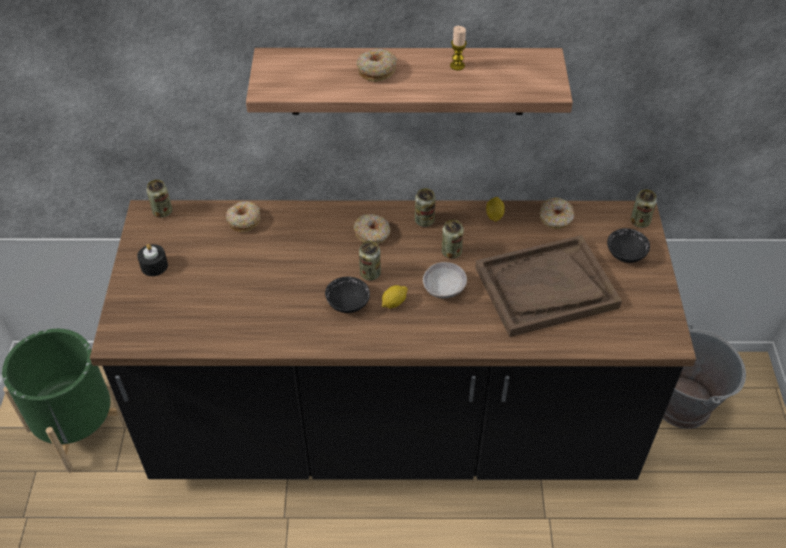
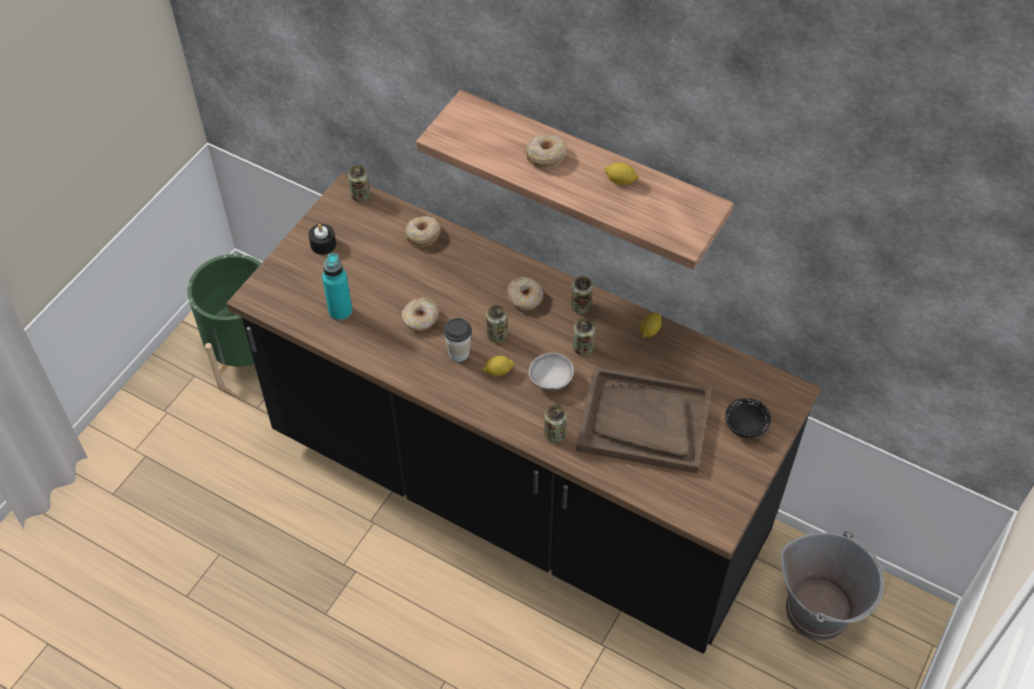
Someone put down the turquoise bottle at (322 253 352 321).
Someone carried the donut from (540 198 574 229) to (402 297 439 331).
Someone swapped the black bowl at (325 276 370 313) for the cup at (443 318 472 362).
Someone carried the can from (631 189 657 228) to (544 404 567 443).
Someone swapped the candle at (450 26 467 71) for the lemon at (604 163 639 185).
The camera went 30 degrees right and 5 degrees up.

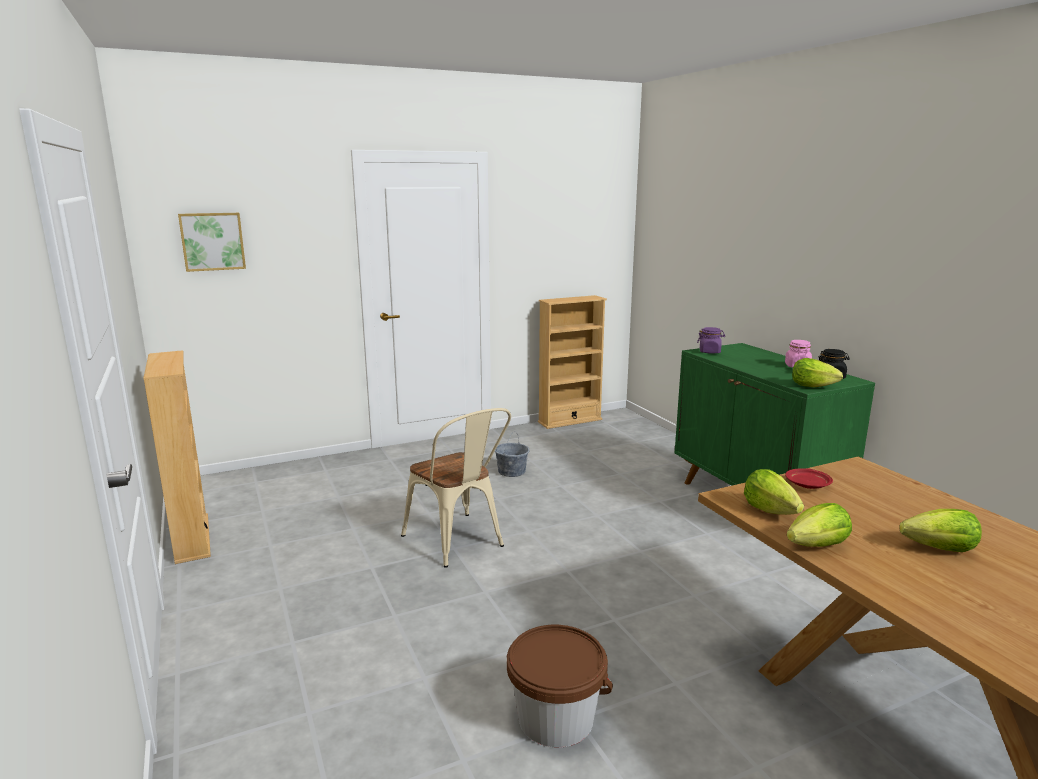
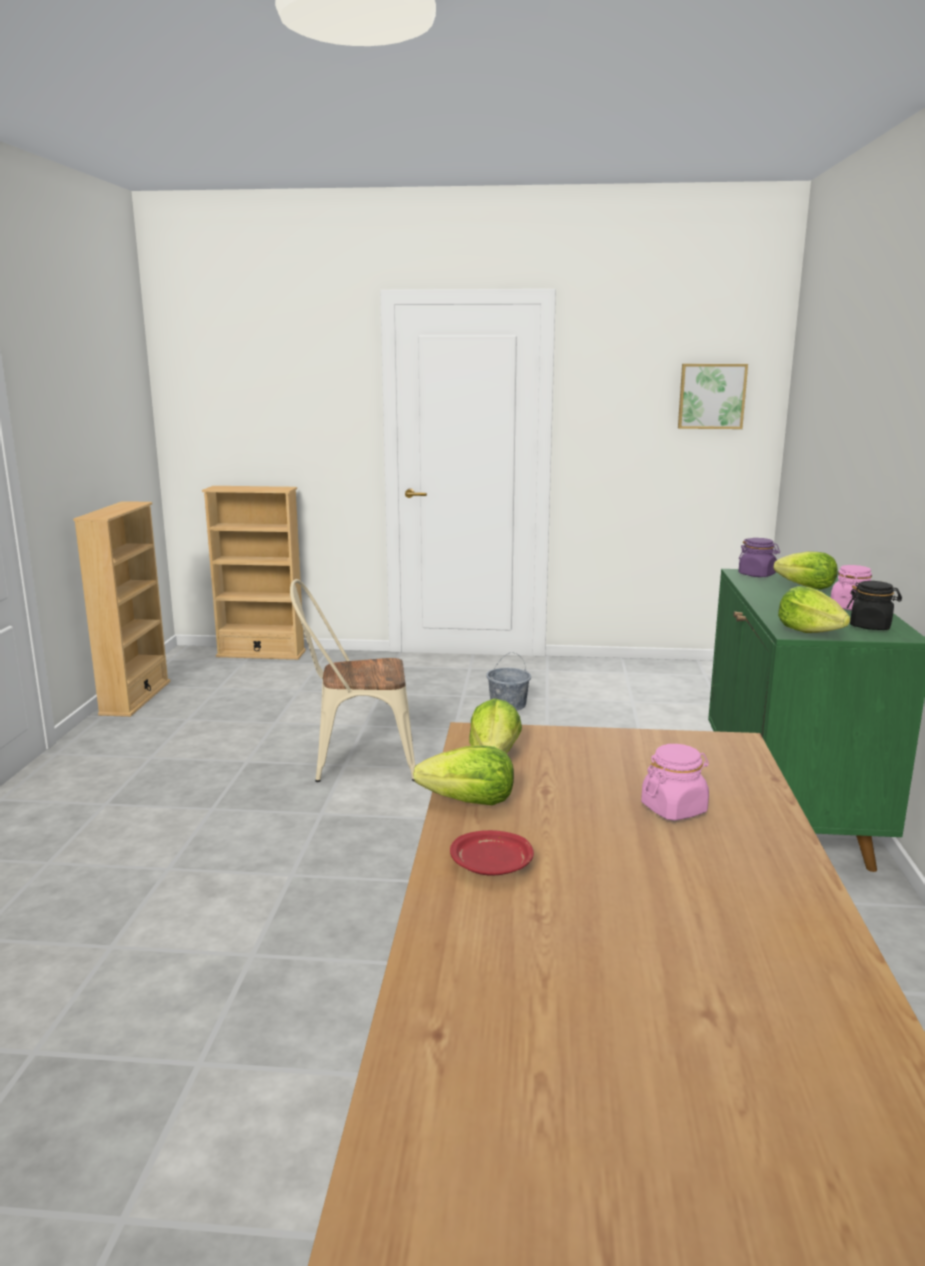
Someone carried the beige bookcase from (538 295 607 429) to (202 486 306 660).
Someone rotated the beige chair at (401 408 511 568) by 90 degrees clockwise.
Someone carried the red plate from (785 468 833 489) to (450 830 534 875).
Someone put down the pink jar at (641 744 709 821).
Someone carried the picture from (178 213 246 272) to (678 364 748 429).
Someone carried the lettuce from (899 509 982 552) to (774 551 838 589).
Someone took away the brown bucket at (507 625 613 748).
The camera went 30 degrees right and 0 degrees up.

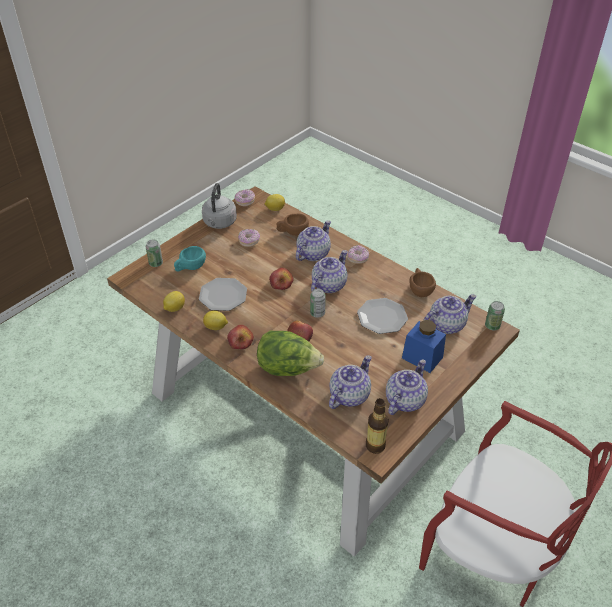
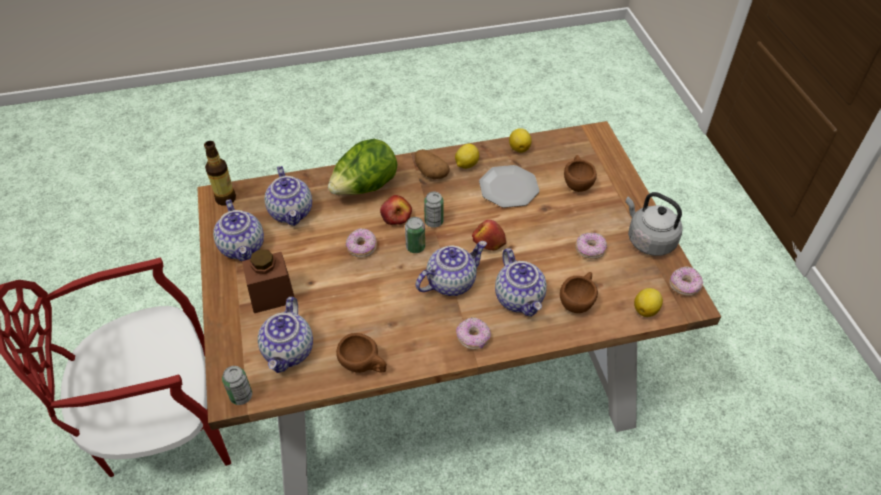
Someone repainted the blue jar at (402 320 446 373), which became the brown jar at (242 249 294 313).
Someone put down the donut at (346 228 377 257).
Someone swapped the apple at (227 325 254 350) for the potato at (415 149 450 179).
Someone rotated the teapot at (311 250 348 293) by 105 degrees counterclockwise.
Someone carried the can from (146 239 163 267) to (424 192 444 228).
Someone repainted the turquoise cup at (174 246 206 272), which became the brown cup at (564 155 597 192).
Someone took away the plate at (357 298 408 334).
The camera went 125 degrees right and 5 degrees up.

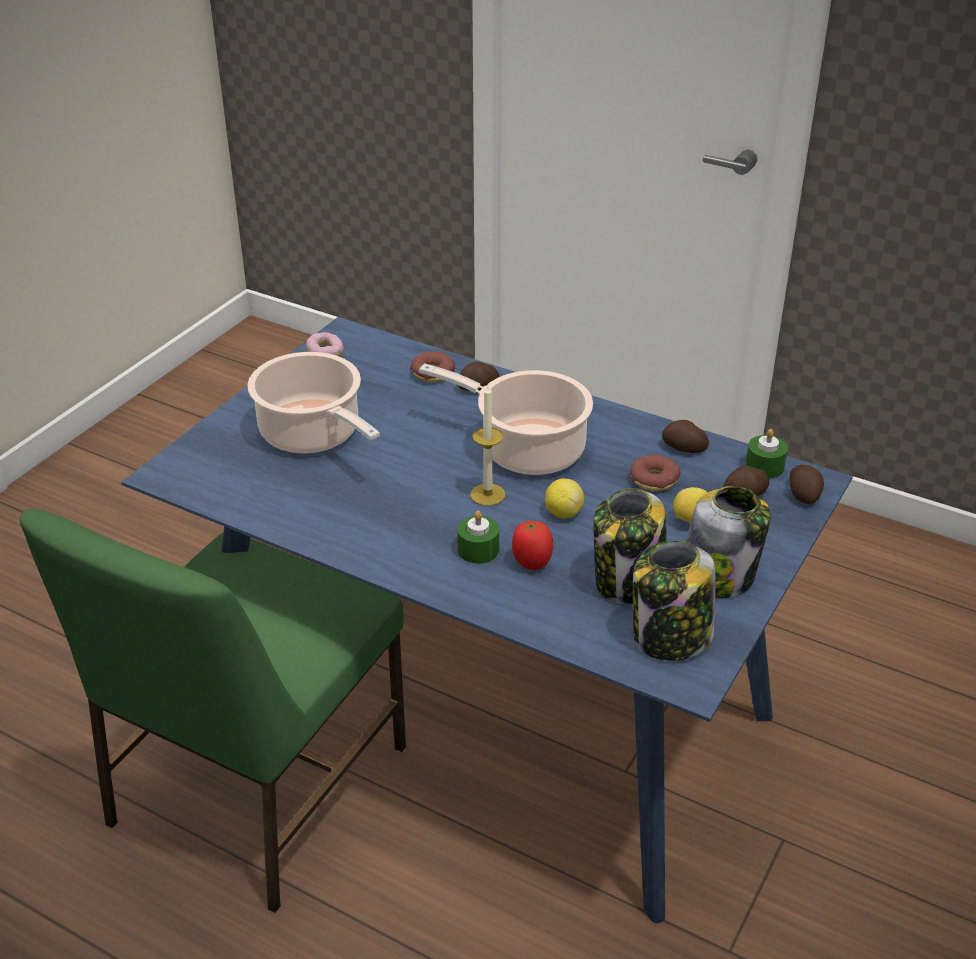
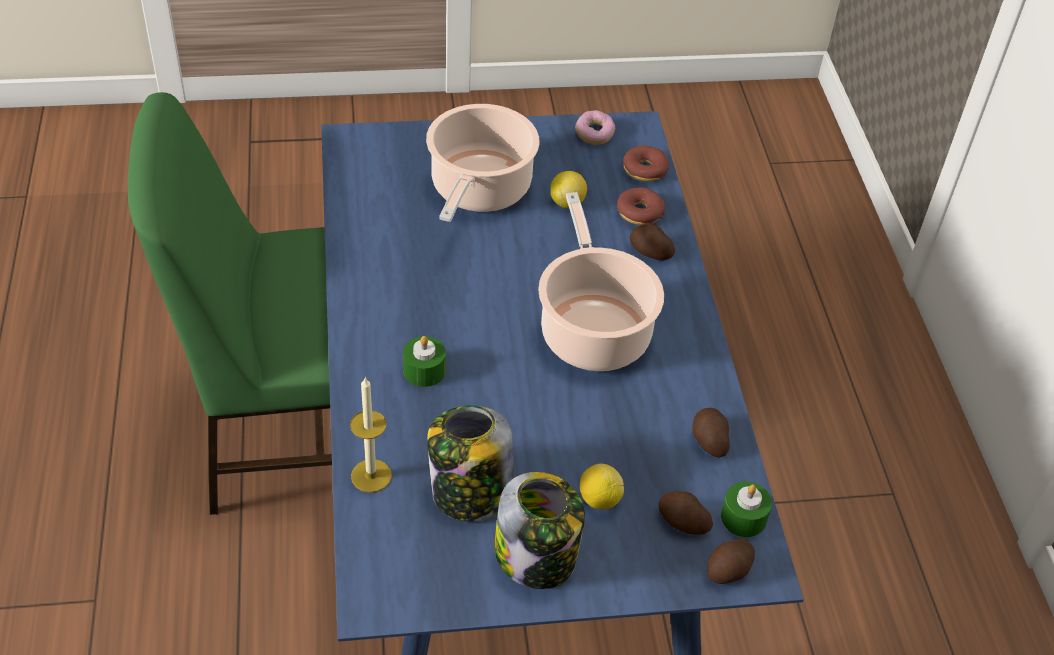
Someone carried the candle from (470 385 505 506) to (350 377 392 493).
Someone carried the lemon from (545 478 584 519) to (550 171 587 208).
Someone carried the donut from (630 454 681 491) to (623 145 669 182).
Someone took away the tomato at (512 521 553 570).
Someone took away the jar at (633 541 716 661).
The camera went 50 degrees right and 10 degrees up.

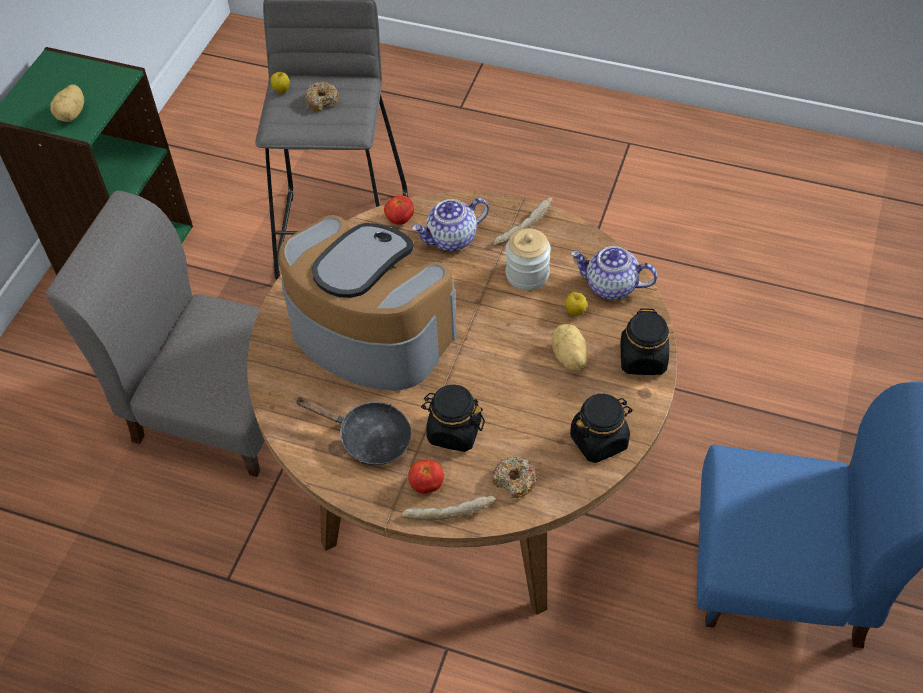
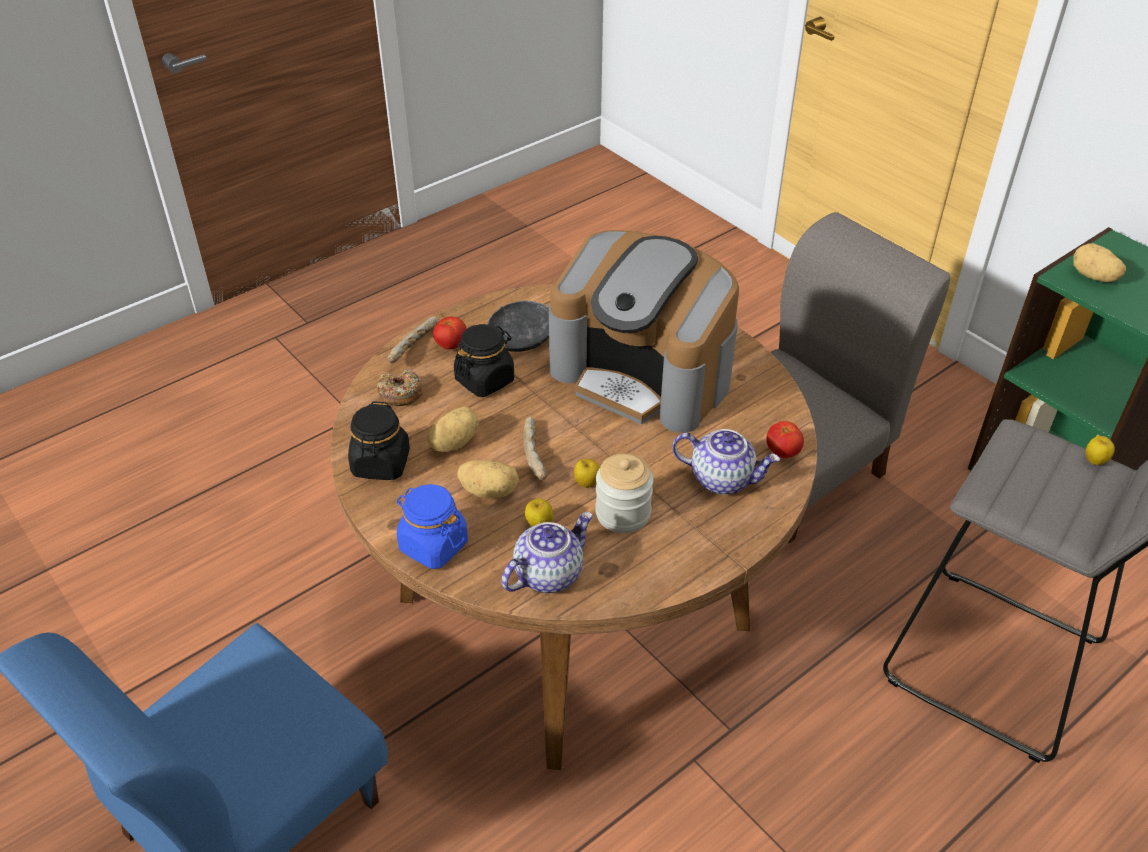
Someone repainted the black jar at (620 308 669 375), which became the blue jar at (397 484 468 569).
Someone put down the potato at (427 406 479 452).
Someone carried the bread from (493 197 553 246) to (523 416 547 480).
Someone rotated the coffee machine at (278 215 457 391) by 60 degrees clockwise.
Someone put down the apple at (574 459 600 488).
Someone rotated the teapot at (412 198 489 251) by 105 degrees clockwise.
Someone took away the donut at (305 81 339 111).
The camera went 120 degrees right and 10 degrees down.

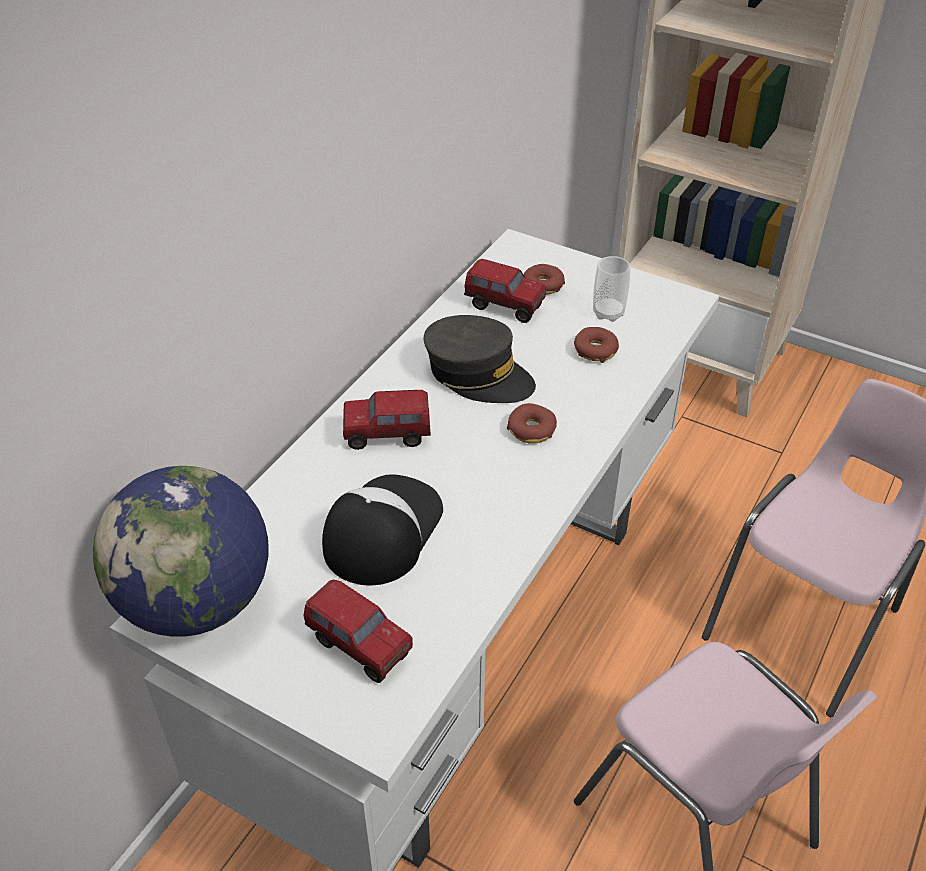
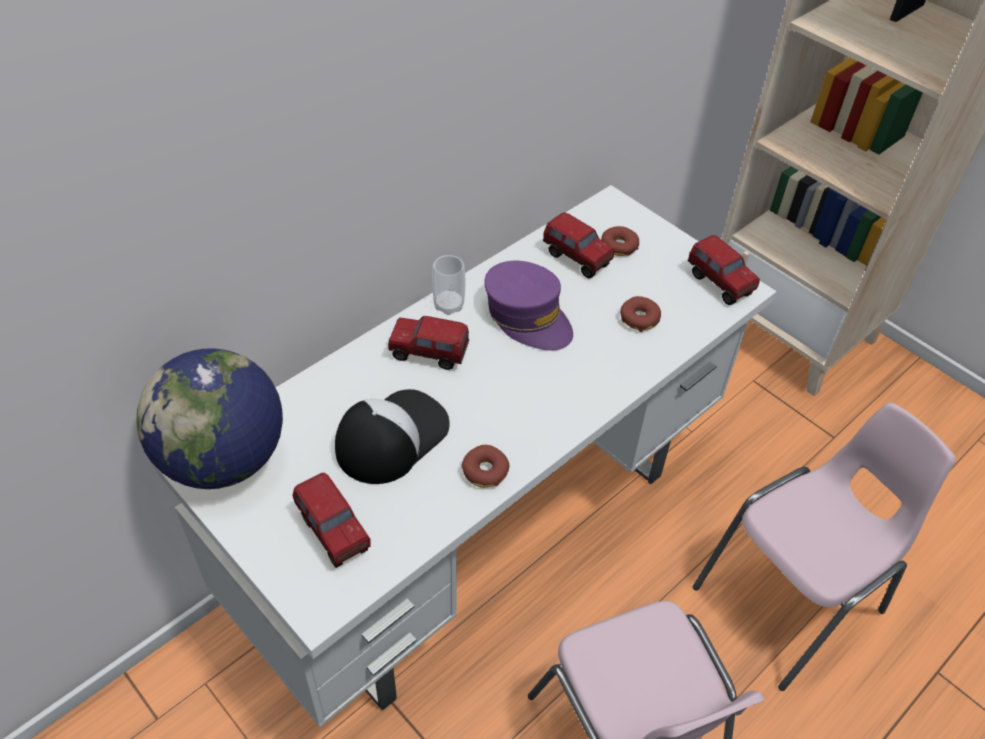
Someone carried the cup from (593 256 631 322) to (432 255 465 315).
Someone carried the donut from (507 403 557 444) to (462 445 509 488).
Someone repainted the grey cap at (423 315 536 403), which became the purple cap at (484 261 573 351).
Someone put down the toy truck at (688 235 760 305).
The camera went 15 degrees right and 5 degrees up.

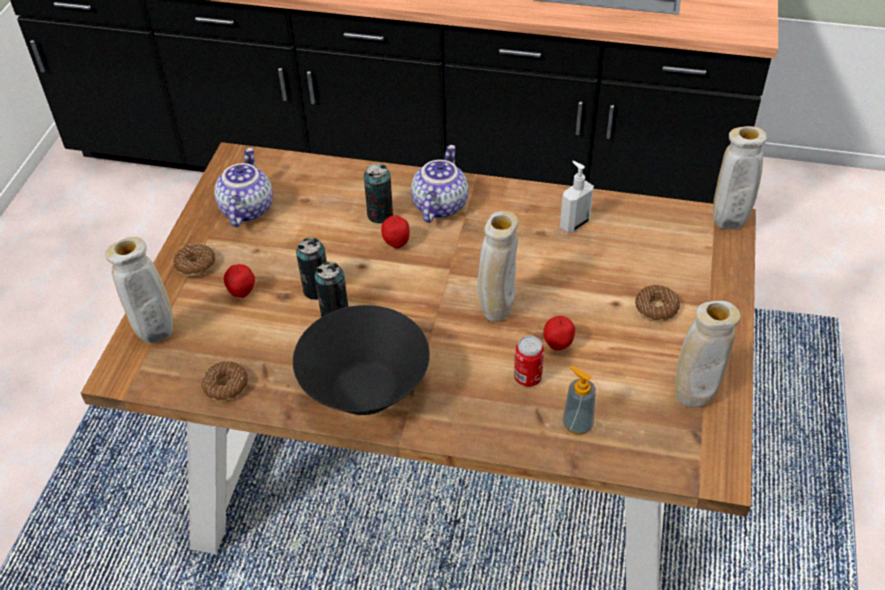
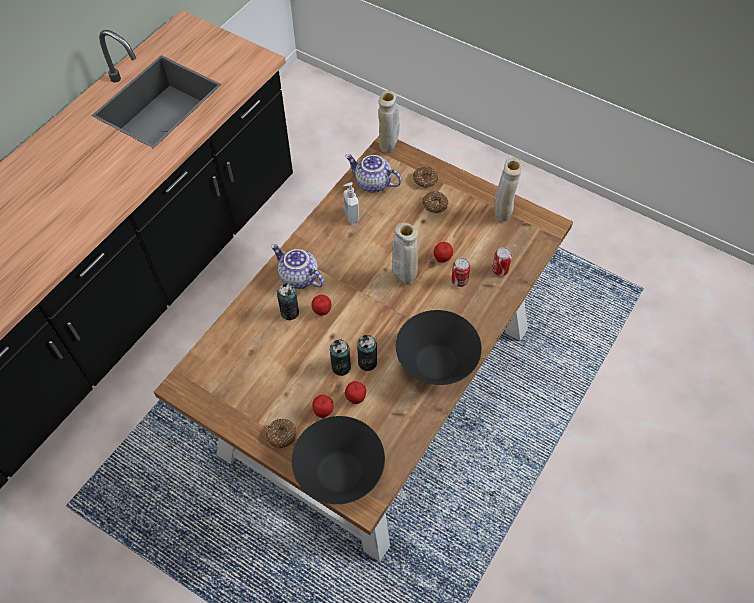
Someone swapped the beige vase at (105 237 173 343) for the black bowl at (292 416 385 504).
Someone carried the teapot from (214 148 273 227) to (345 154 402 193).
Someone put down the apple at (345 381 366 404).
Someone carried the donut from (201 361 248 401) to (413 166 438 188).
Someone swapped the soap dispenser at (563 366 596 435) for the can at (492 247 512 276).
The camera went 70 degrees left and 10 degrees up.

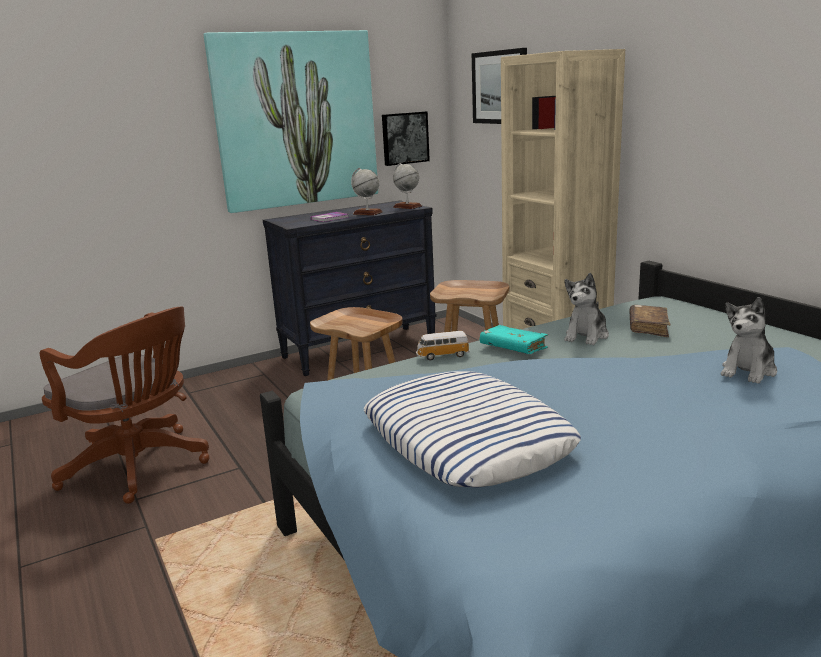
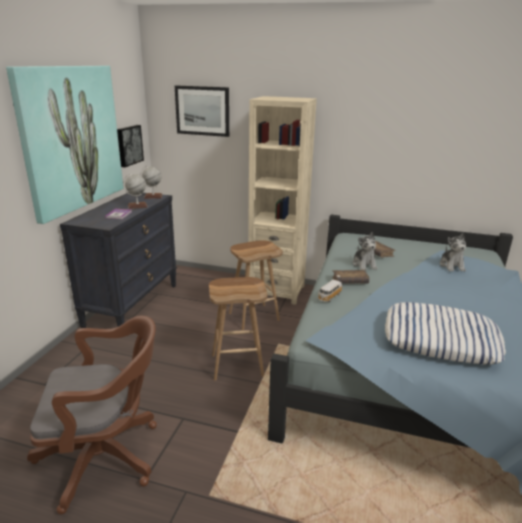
Someone repainted the turquoise book at (480 325 548 354), which became the brown book at (332 270 369 284).
The camera went 45 degrees left and 5 degrees up.

